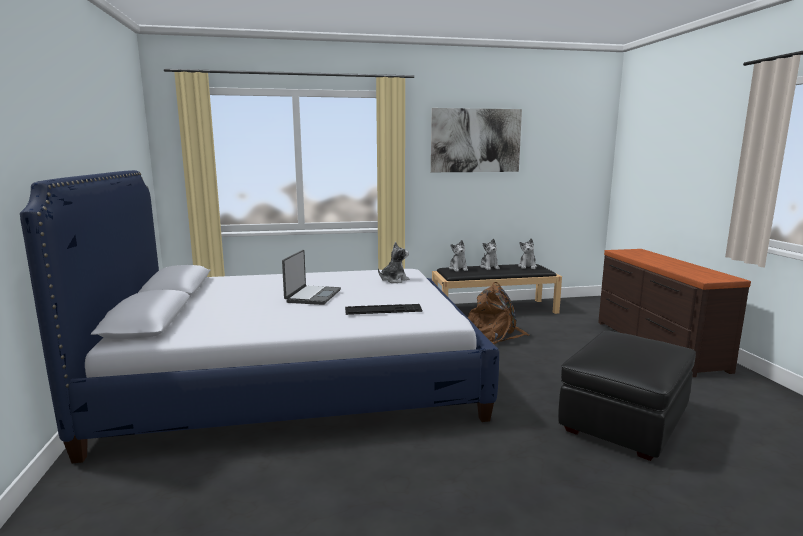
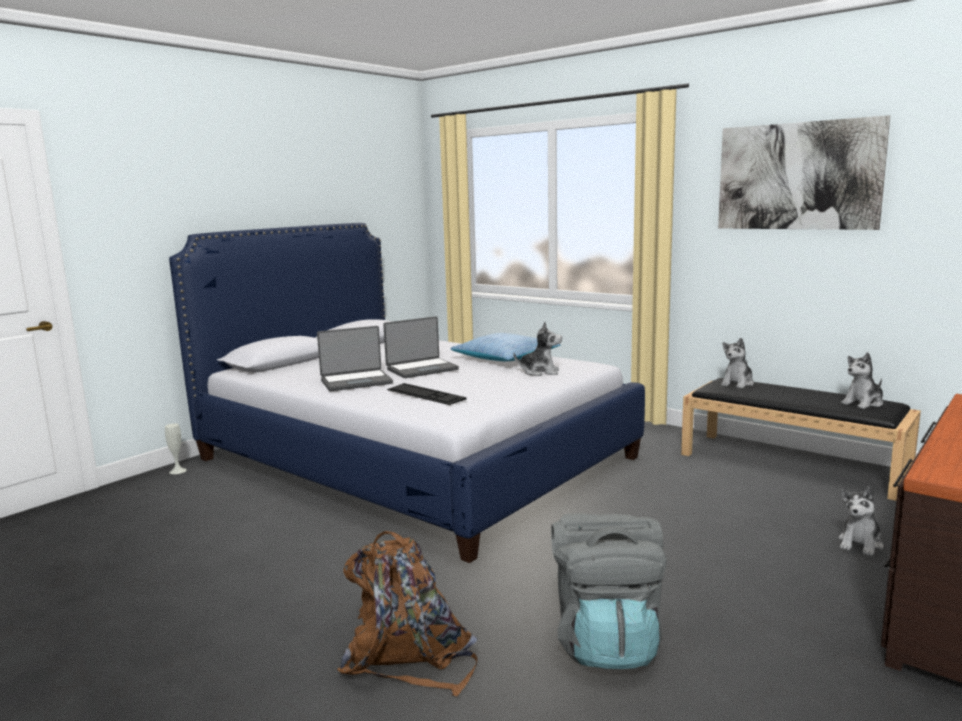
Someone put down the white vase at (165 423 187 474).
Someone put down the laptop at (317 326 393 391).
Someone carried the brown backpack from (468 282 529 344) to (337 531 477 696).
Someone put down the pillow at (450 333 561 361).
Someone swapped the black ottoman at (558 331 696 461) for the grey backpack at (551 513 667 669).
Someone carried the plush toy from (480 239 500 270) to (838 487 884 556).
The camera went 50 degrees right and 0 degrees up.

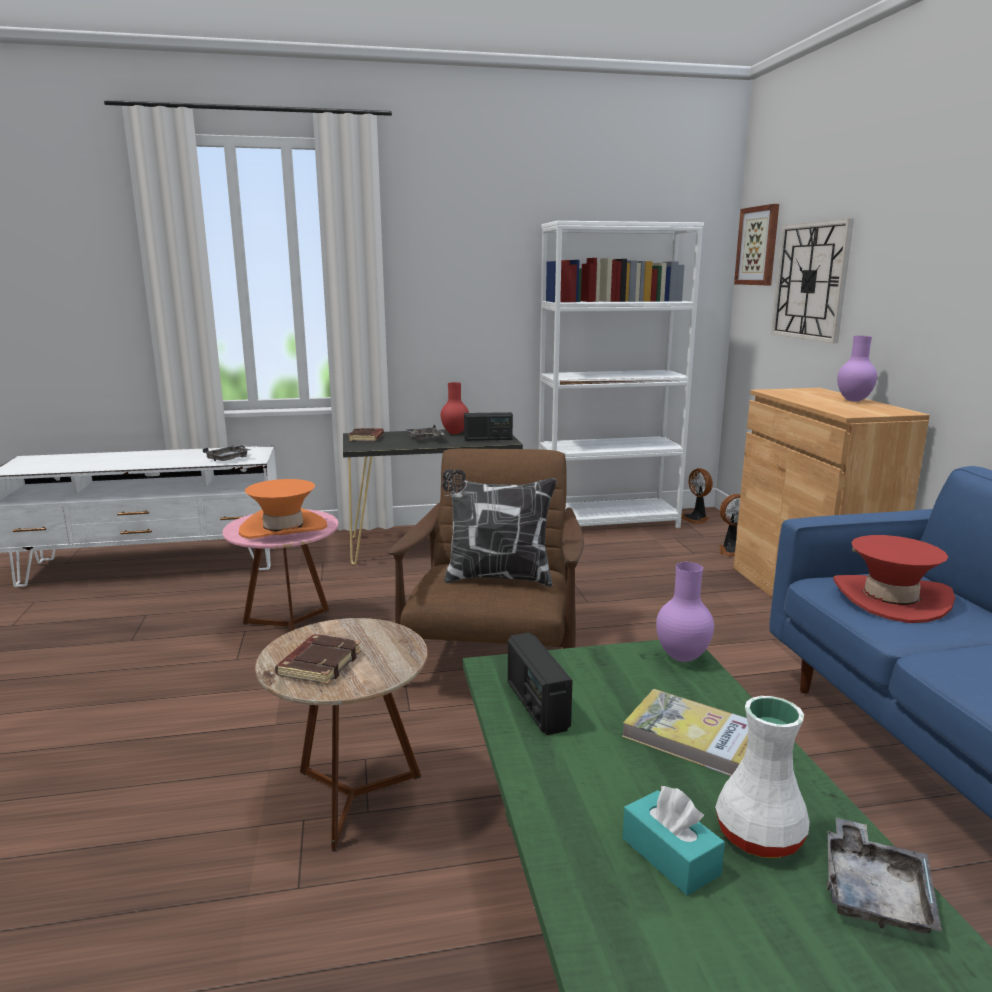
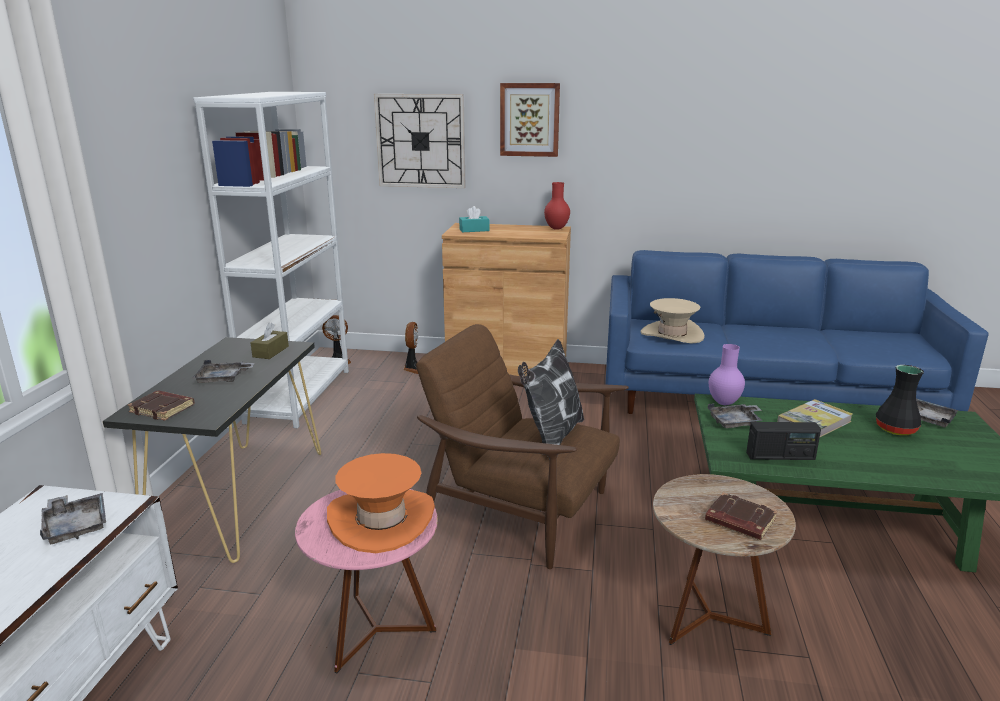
Someone swapped the radio at (464 412 513 441) for the brown tissue box at (251 323 289 359).
Someone carried the turquoise tissue box from (622 786 725 896) to (459 206 490 232).
Someone carried the picture from (734 204 779 285) to (500 83 560 157).
Someone carried the red vase from (441 382 469 434) to (544 182 570 230).
Someone repainted the red hat at (833 535 955 623), which became the beige hat at (641 298 705 344).
Someone put down the grey tray at (708 403 763 428).
Someone repainted the white vase at (715 696 810 858), which became the black vase at (876 365 924 436).
Someone took away the purple vase at (837 336 877 402).
The camera went 70 degrees left and 5 degrees up.

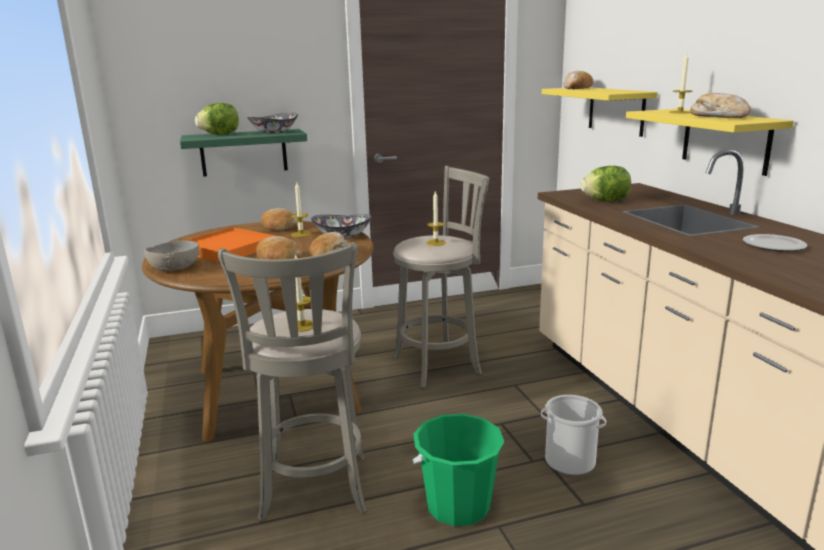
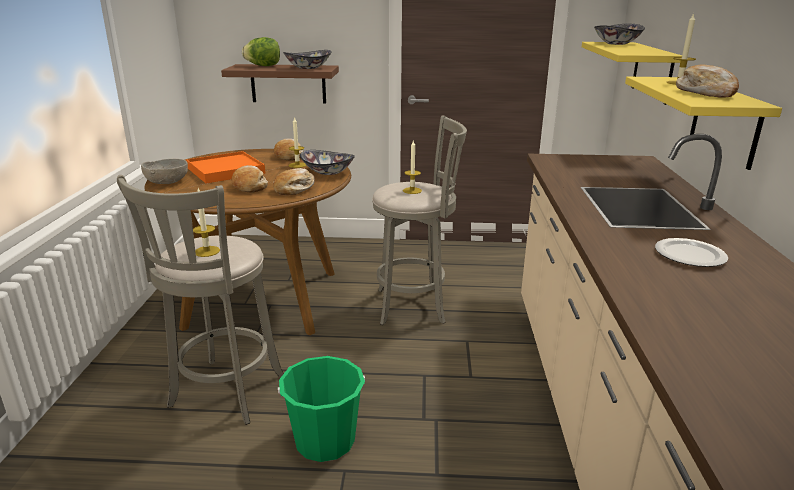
Someone repainted the green shelf at (180 129 307 177), which became the brown shelf at (221 64 339 103).
Someone swapped the bread at (563 71 593 89) for the bowl at (594 24 645 45).
Someone took away the bucket at (541 395 606 475).
Someone took away the lettuce at (580 166 631 201).
The camera went 20 degrees right and 5 degrees up.

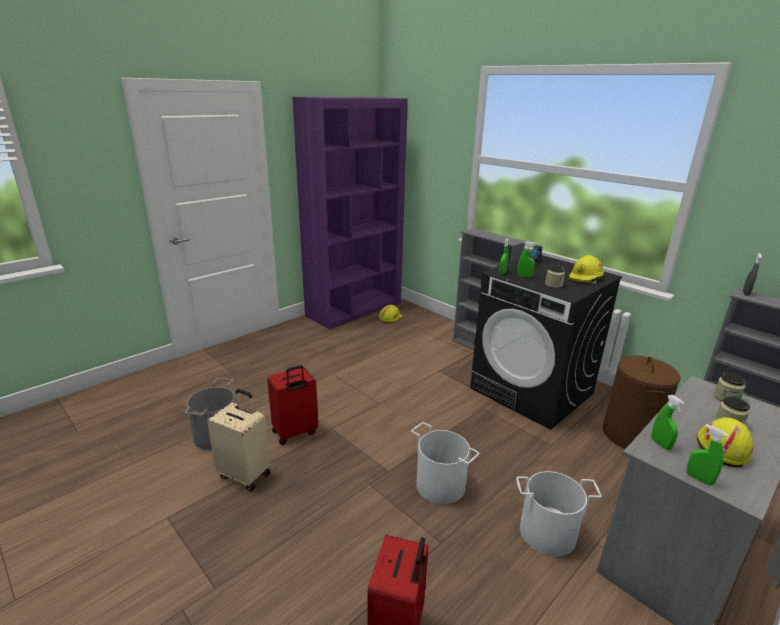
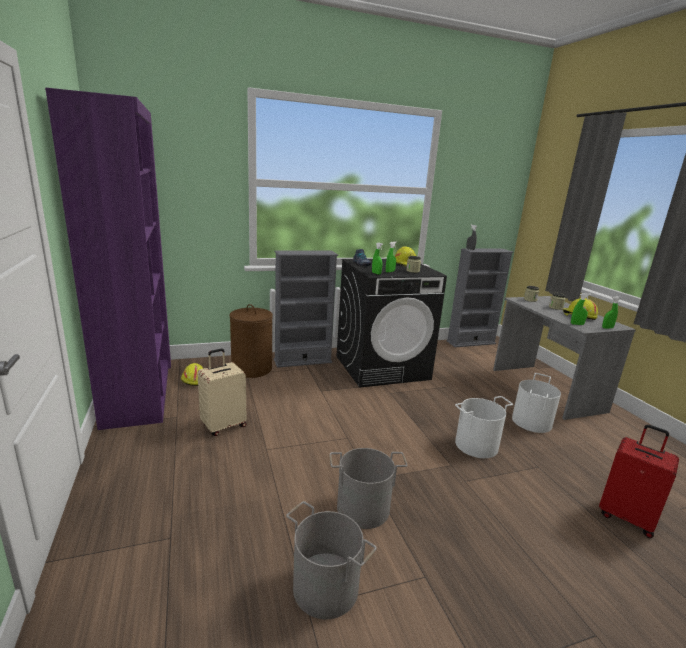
Someone carried the beige suitcase from (207 389 270 491) to (197 349 247 436).
Someone carried the brown laundry basket from (603 356 681 449) to (230 304 273 378).
Someone swapped the red suitcase at (267 365 318 445) for the grey bucket at (330 448 408 529).
The camera went 65 degrees left and 5 degrees down.

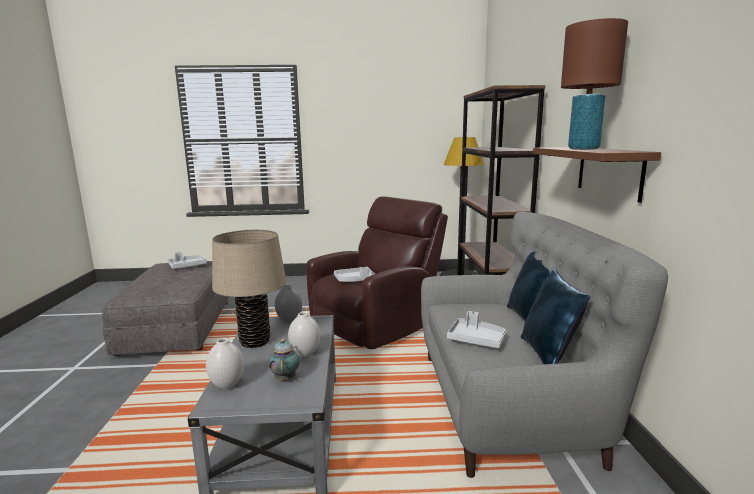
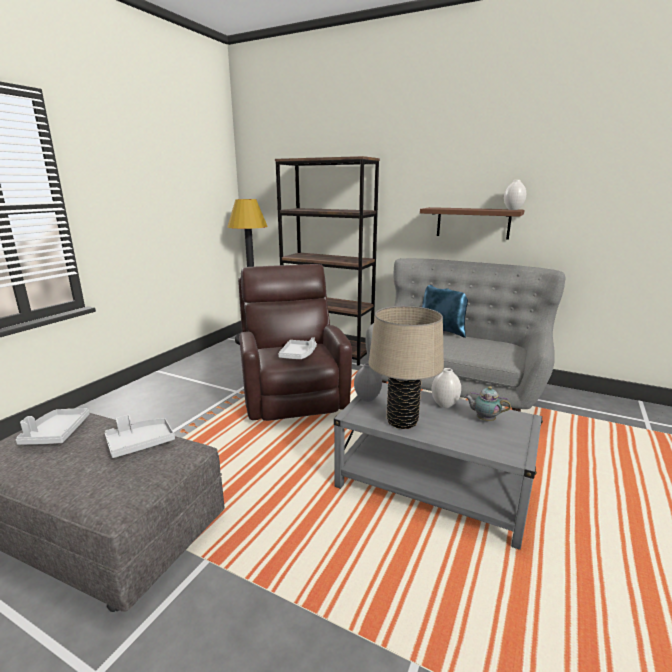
Someone carried the grey tray from (447 311 506 348) to (105 415 175 458).
Someone carried the white vase from (206 338 244 389) to (504 180 526 210).
Someone took away the blue pillow at (521 269 590 364).
Someone took away the brown table lamp at (561 18 628 150).
The camera went 60 degrees left and 5 degrees up.

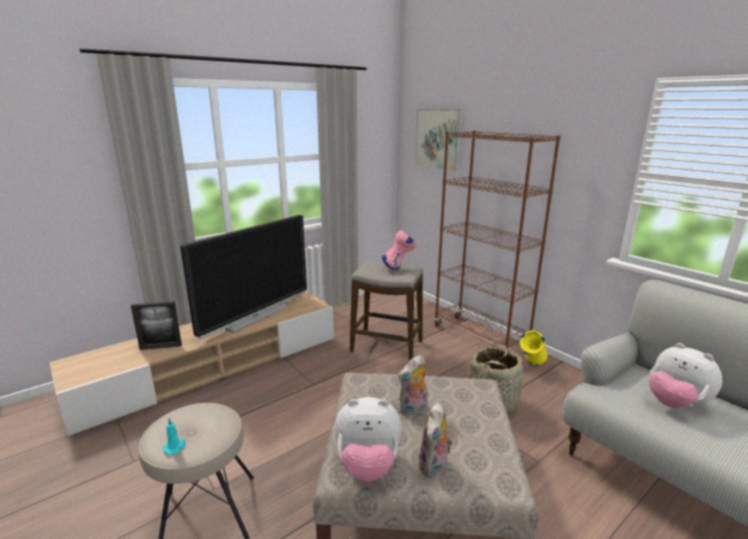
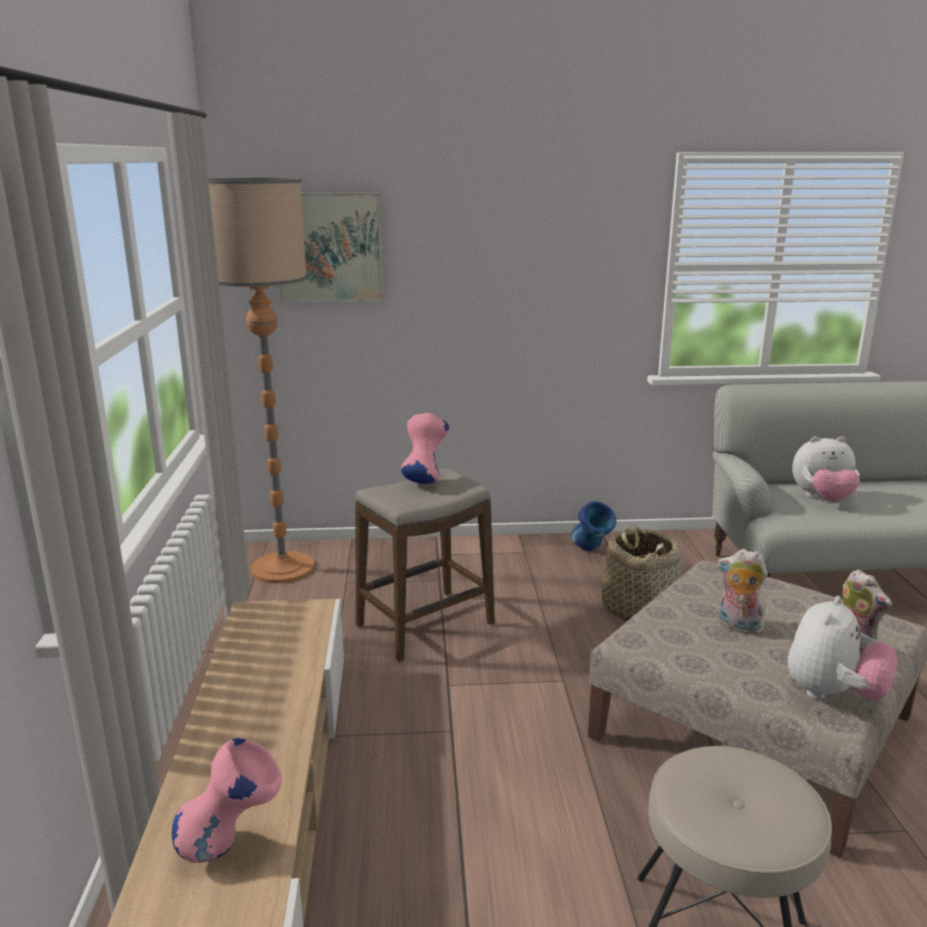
Someone swapped the picture frame at (131 301 182 350) for the pink vase at (172 738 282 863).
Someone put down the floor lamp at (208 178 315 583).
Someone repainted the yellow vase at (520 330 548 366), which became the blue vase at (571 501 616 551).
Someone rotated the plush toy at (398 355 428 416) by 120 degrees clockwise.
Someone took away the turquoise candle at (163 418 185 455).
Someone took away the television at (180 215 307 339).
Someone took away the brown bookcase at (434 130 561 357).
The camera went 55 degrees left and 0 degrees up.

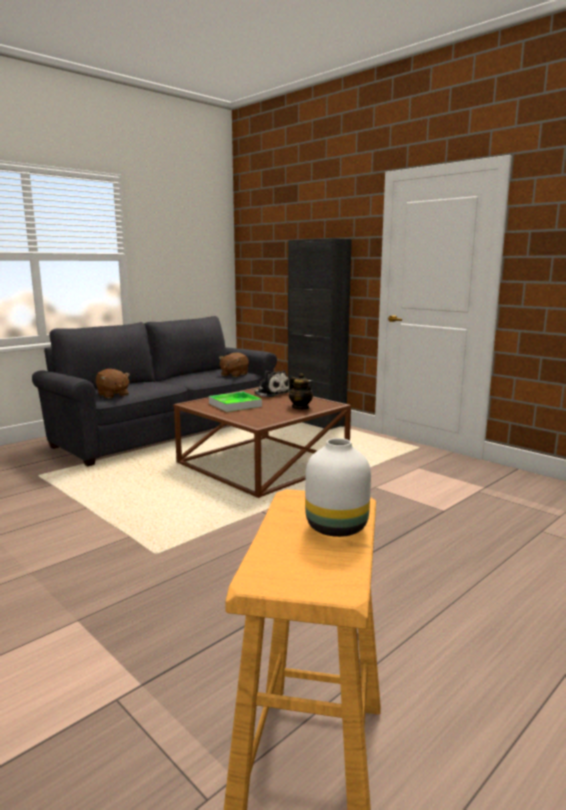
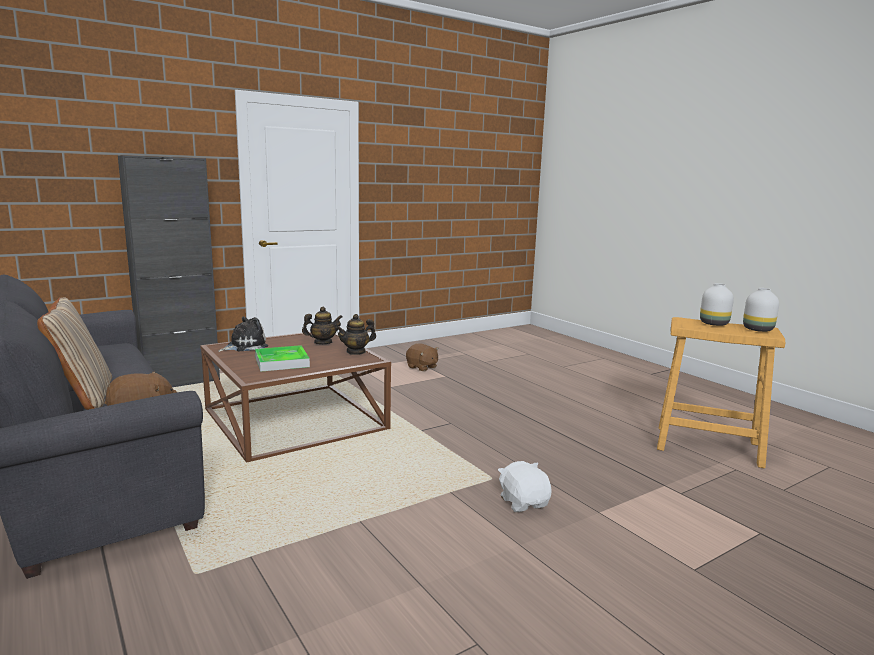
Someone put down the beige pillow at (37 297 112 410).
Someone put down the teapot at (336 314 376 355).
Someone carried the brown plush toy from (219 352 249 377) to (406 343 439 372).
Someone put down the white plush toy at (498 461 552 512).
Someone put down the white vase at (743 288 779 332).
The camera went 80 degrees left and 0 degrees up.

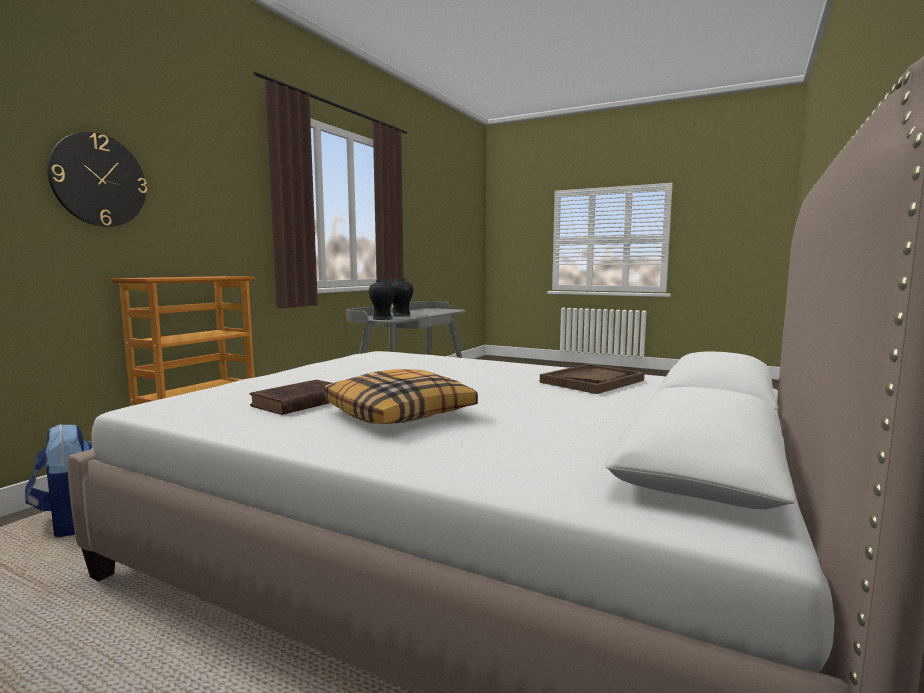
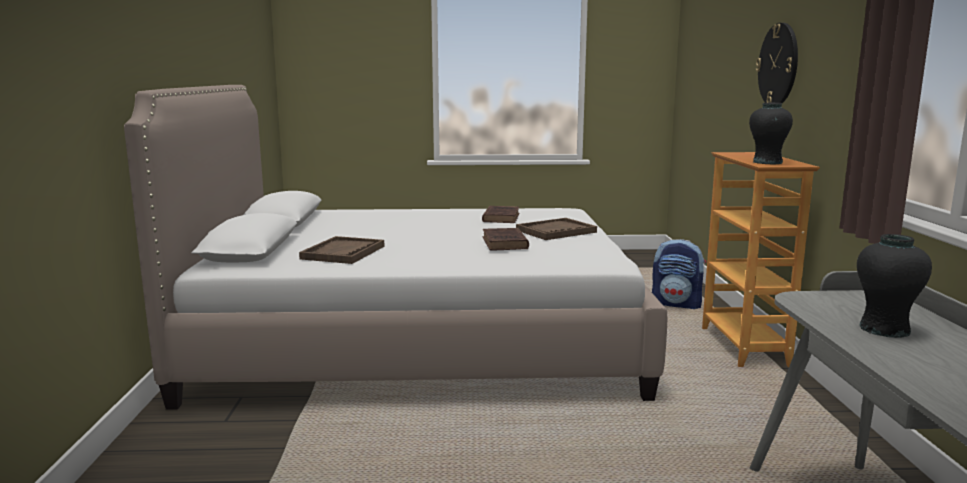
Someone put down the brown book at (483 228 529 250).
Someone put down the brown tray at (516 218 597 240).
Someone carried the black vase from (369 279 396 320) to (749 103 793 164).
Someone took away the pillow at (324 369 478 424).
The camera went 150 degrees right and 5 degrees up.

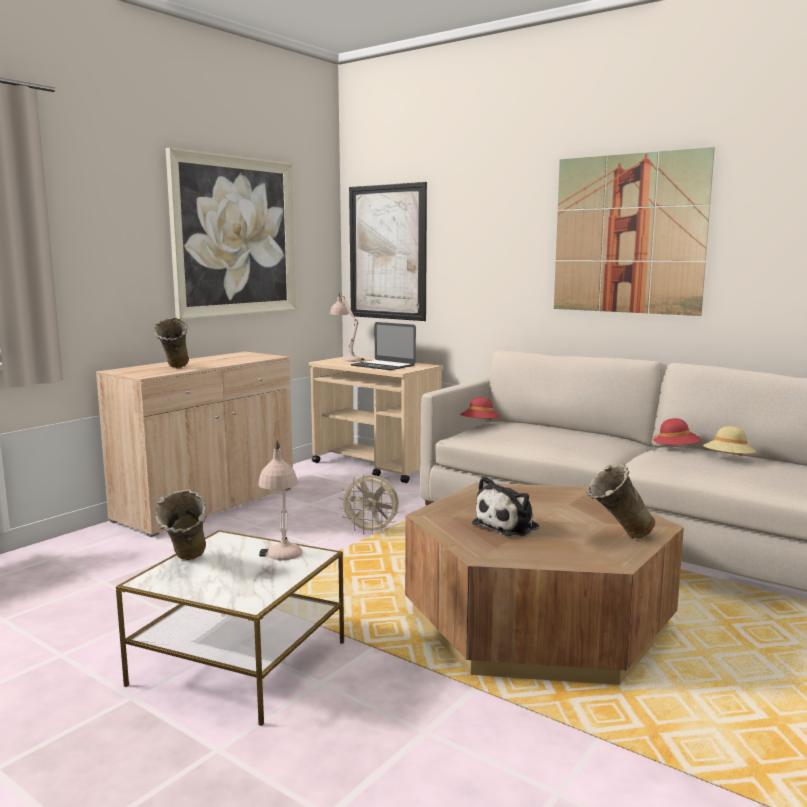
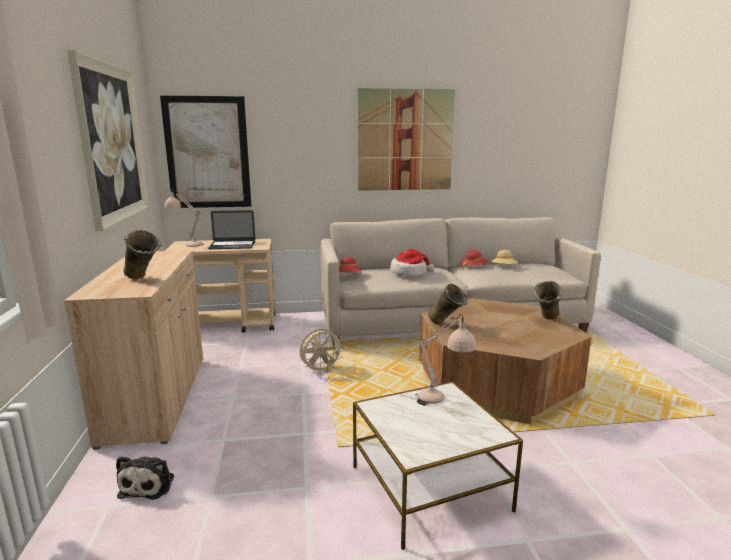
Someone carried the plush toy from (472 476 539 536) to (116 456 174 500).
Someone put down the hat at (390 249 434 276).
Someone carried the beige vase from (155 489 206 560) to (428 283 468 325).
The camera went 45 degrees left and 5 degrees up.

